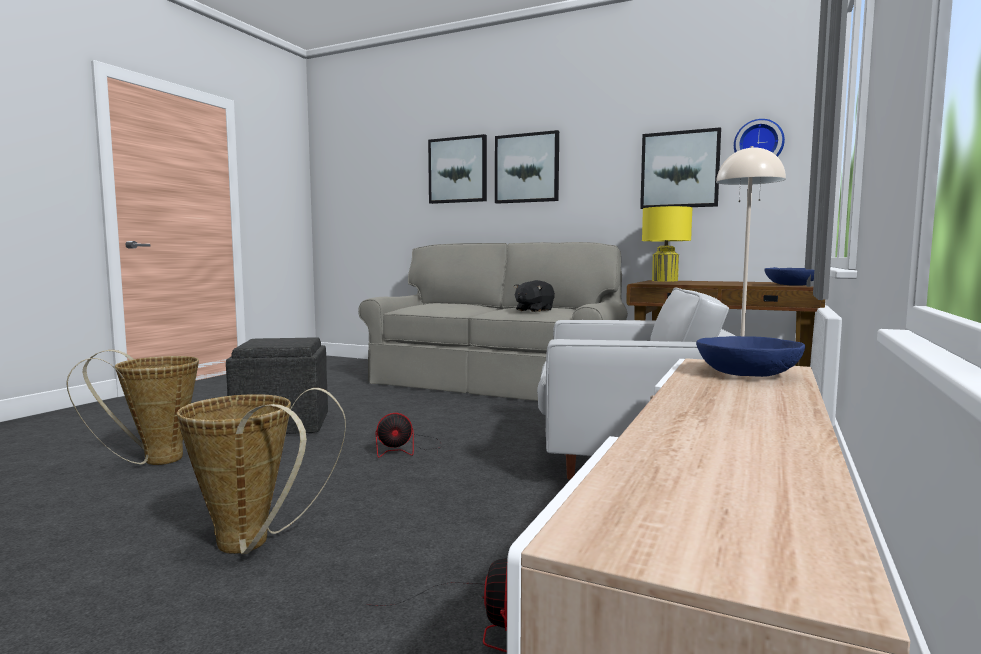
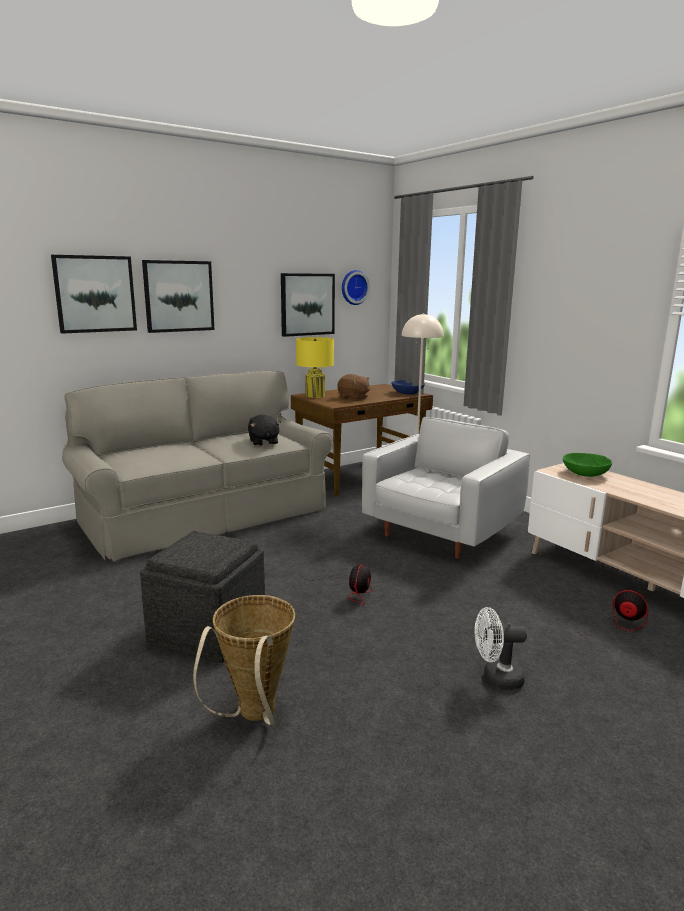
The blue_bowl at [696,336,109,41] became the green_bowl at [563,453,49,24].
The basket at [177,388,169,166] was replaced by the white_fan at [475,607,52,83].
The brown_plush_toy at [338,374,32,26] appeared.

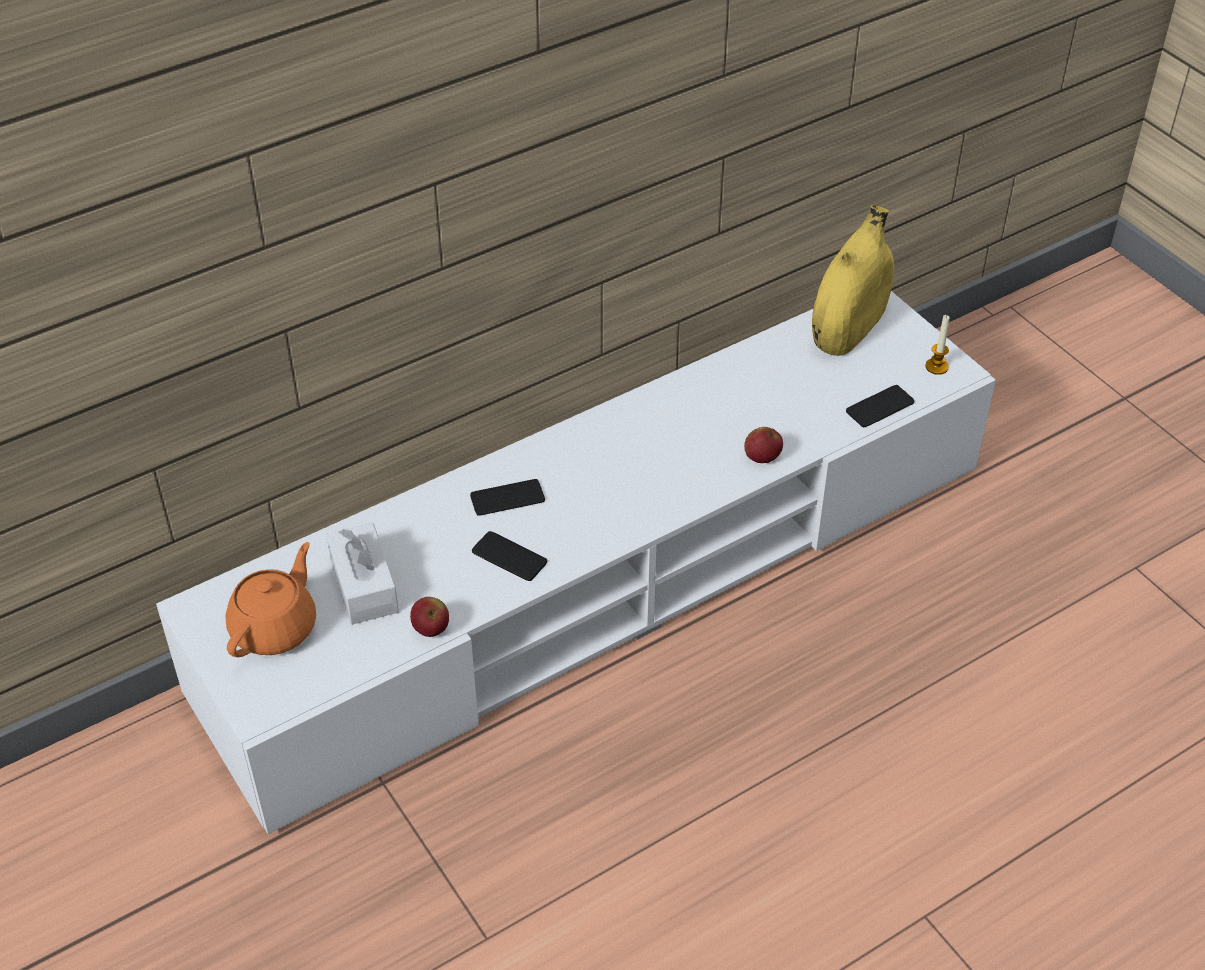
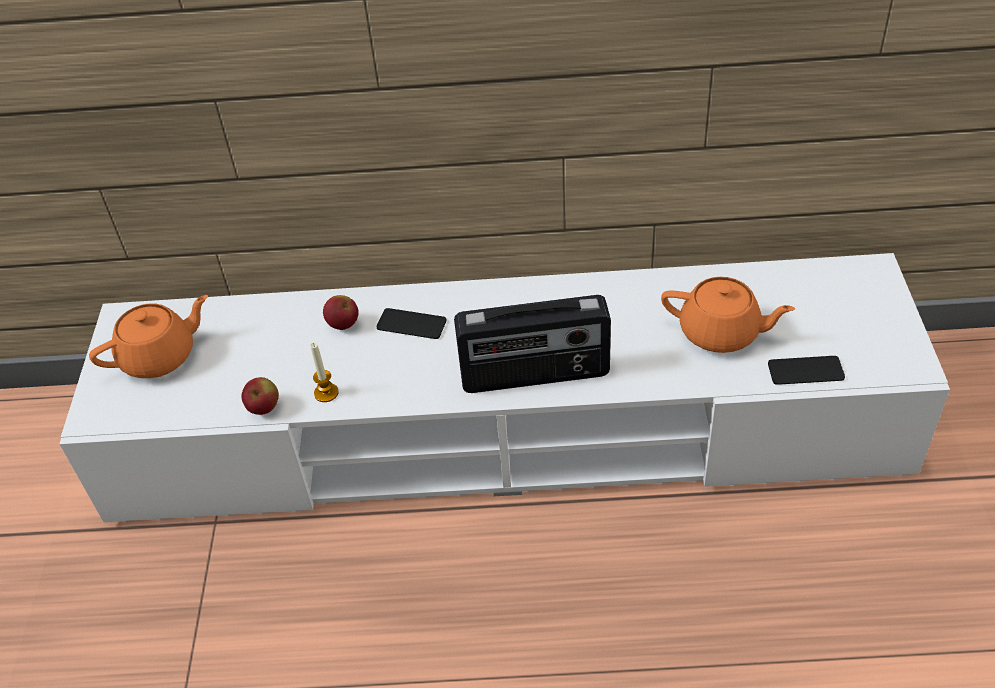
The yellow_vase at [812,206,82,150] disappeared.
The candle moved from [925,315,25,60] to [310,342,29,60].
The apple moved from [744,427,39,36] to [323,295,36,35].
The white_tissue_box at [326,522,73,103] disappeared.
The phone at [472,531,75,50] disappeared.
The orange_teapot at [661,277,134,76] appeared.
The radio at [454,295,157,98] appeared.

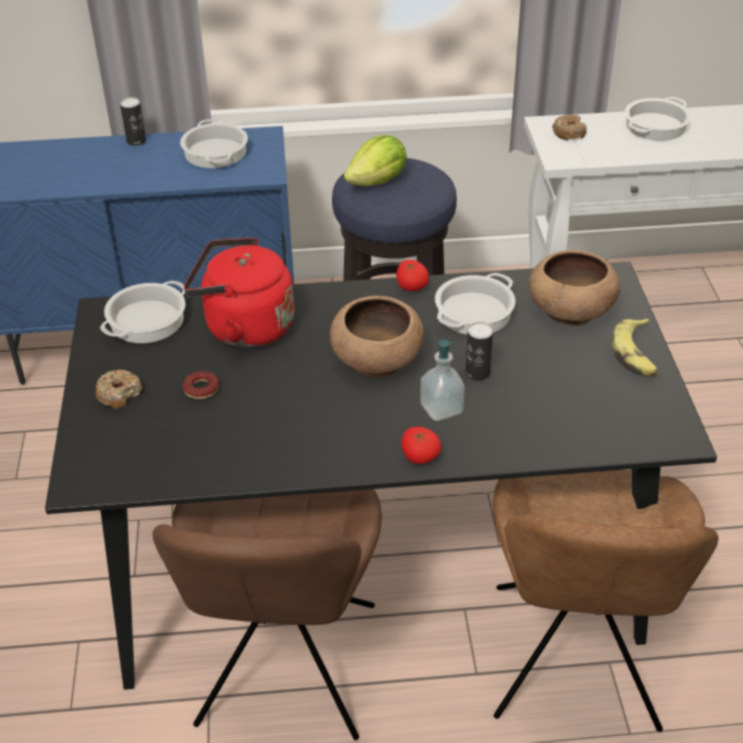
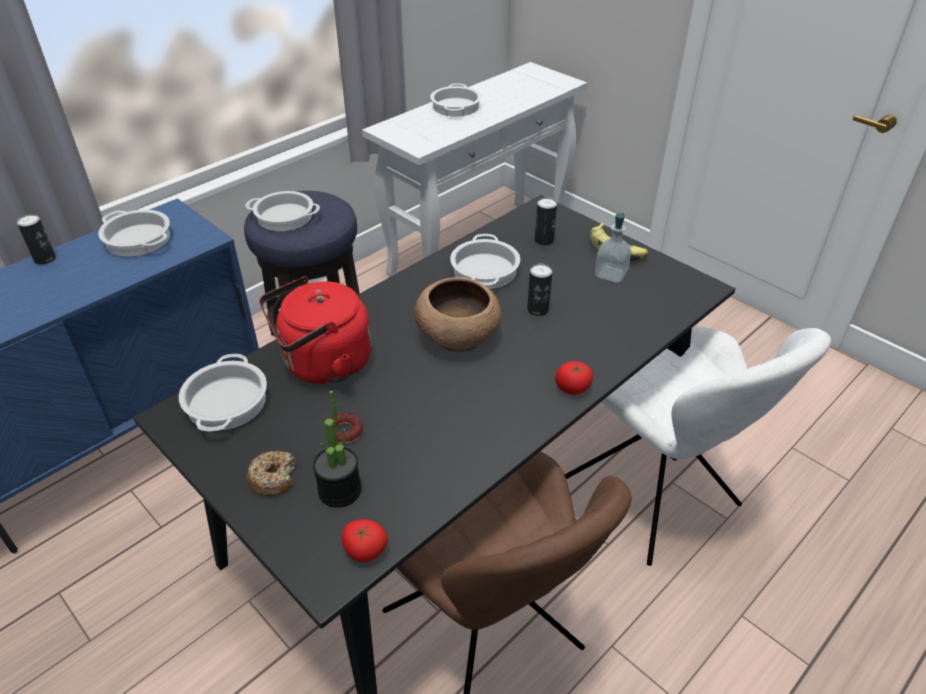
The donut at [552,114,35,26] disappeared.
The lettuce at [344,135,63,51] was replaced by the cooking_pot at [245,191,75,40].
The brown_bowl at [529,250,91,76] was replaced by the can at [535,197,22,49].
The tomato moved from [396,260,33,31] to [341,519,47,43].
The soap_dispenser moved from [420,340,45,81] to [595,213,36,70].
The brown_chair at [493,470,225,262] became the white_chair at [565,326,266,240].
The potted_plant at [313,391,49,117] appeared.

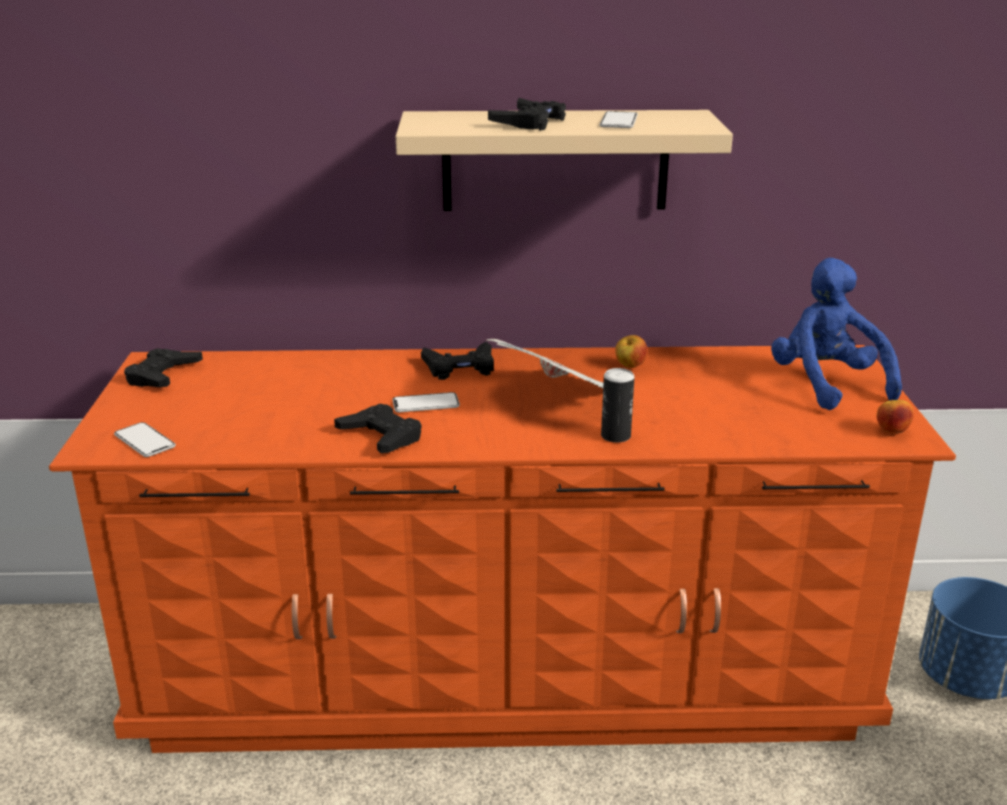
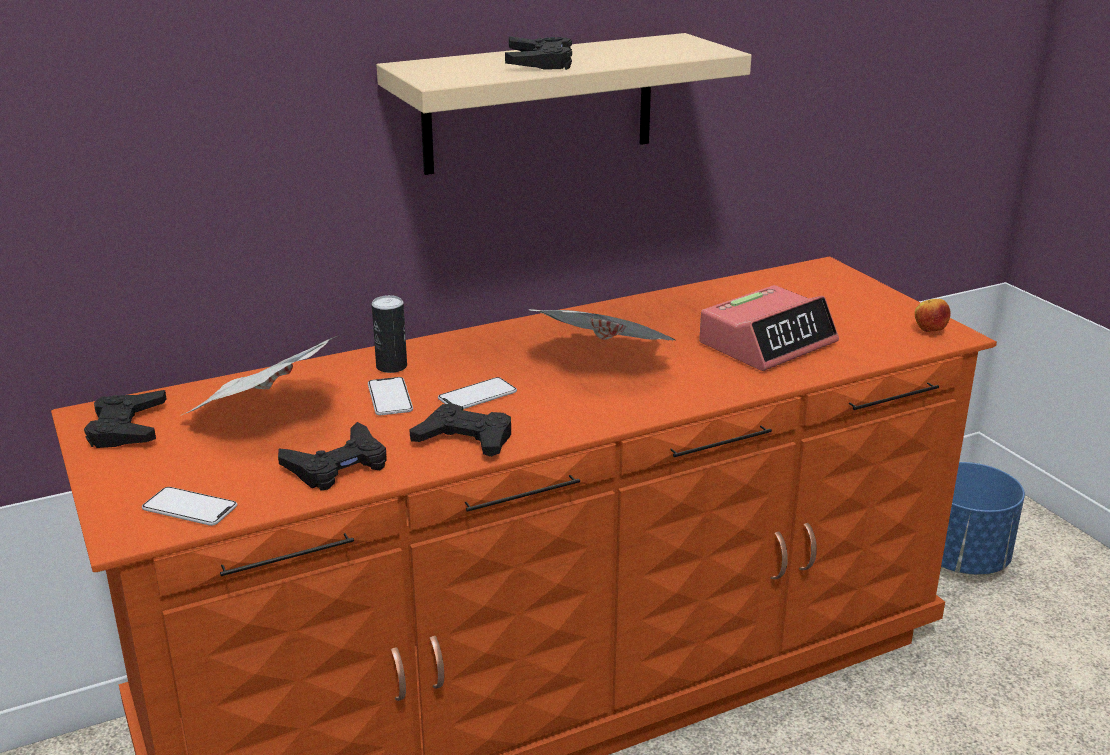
The phone moved from [600,111,38,17] to [368,377,45,38].
The blue_plush_toy at [771,258,131,152] disappeared.
The apple at [615,335,32,33] disappeared.
The black_game_controller moved from [421,342,73,38] to [278,422,109,69].
The can moved from [601,368,33,75] to [372,295,35,78].
The alarm_clock at [699,285,140,86] appeared.
The newspaper at [180,335,159,81] appeared.

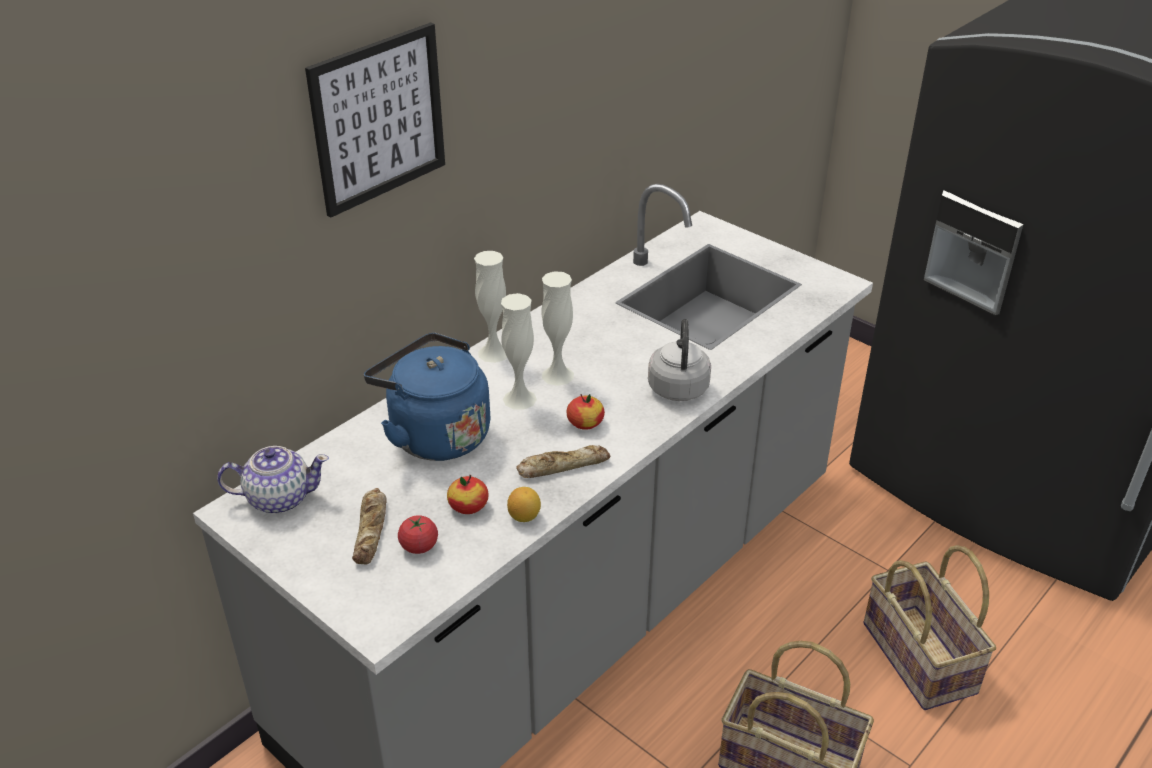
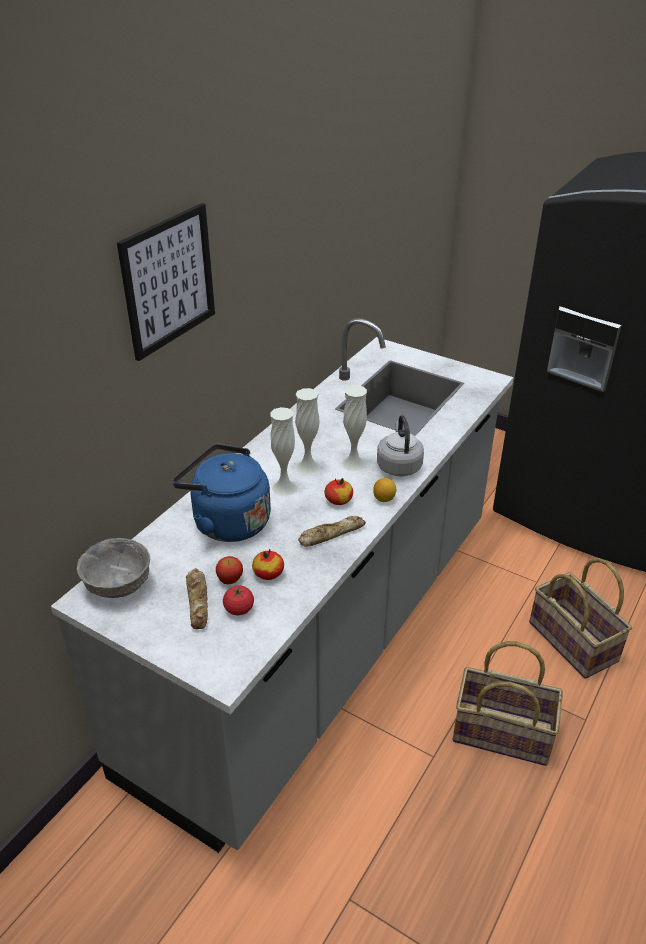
The white_vase moved from [474,251,33,112] to [341,385,26,86].
The teapot at [217,446,112,68] was replaced by the grey_bowl at [77,538,73,60].
The lemon moved from [507,487,34,35] to [373,478,23,24].
The apple at [216,556,27,28] appeared.

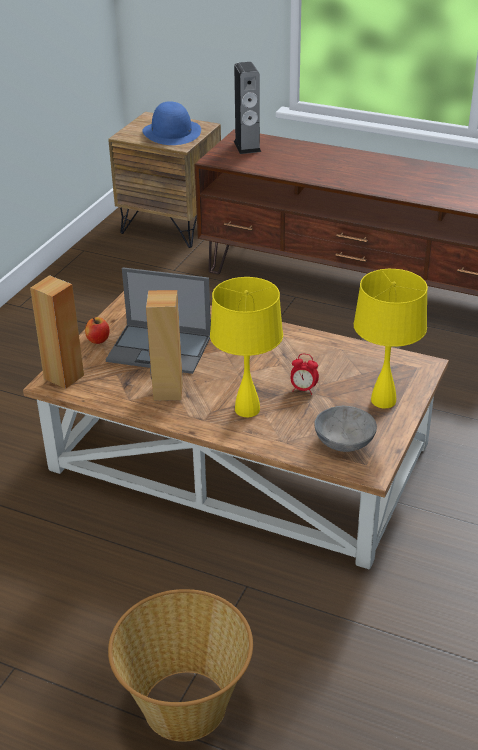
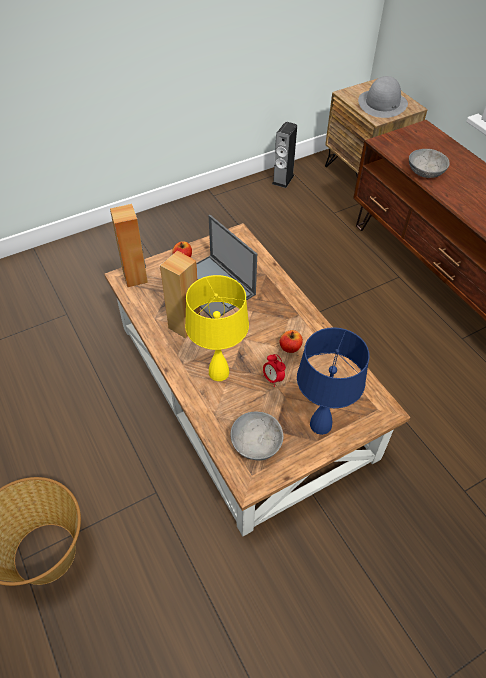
The speaker moved from [234,62,27,92] to [272,122,25,66].
The blue_hat at [142,101,59,44] became the grey_hat at [358,76,50,42].
The yellow_table_lamp at [354,269,74,140] became the blue_table_lamp at [297,327,73,108].
The grey_bowl at [409,149,41,29] appeared.
The apple at [280,330,23,23] appeared.

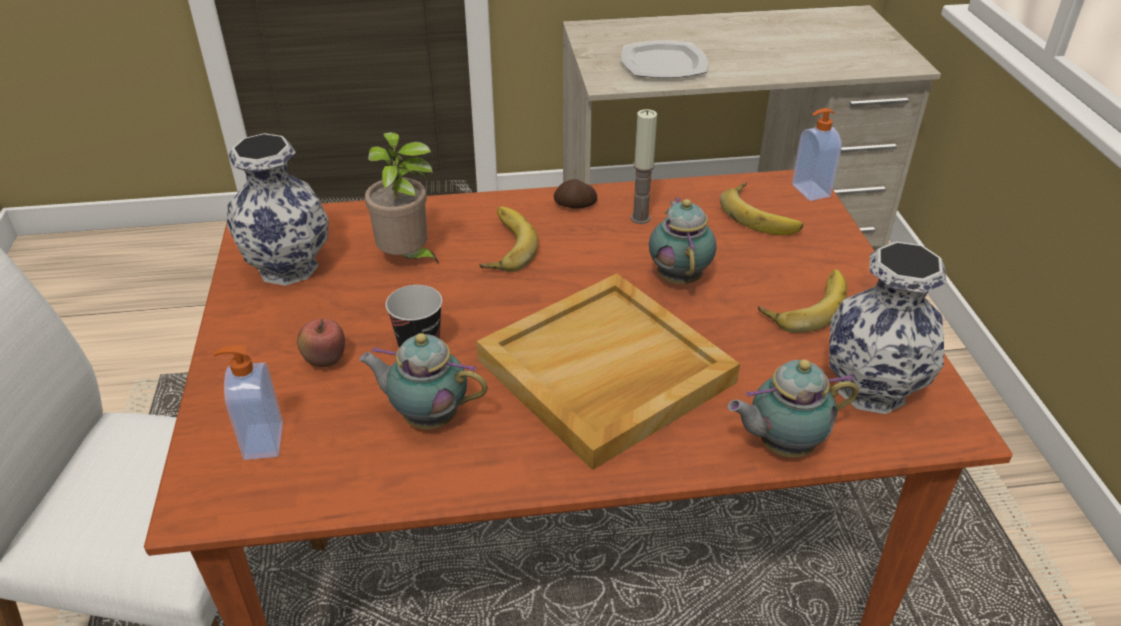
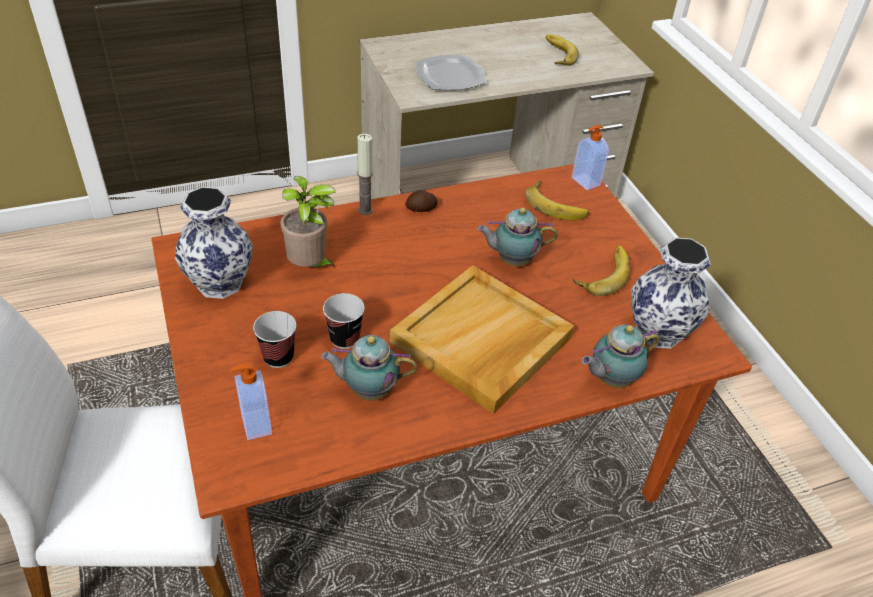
The candle moved from [631,109,26,115] to [357,134,16,81].
The teapot at [649,197,67,87] turned 75 degrees counterclockwise.
The banana moved from [480,207,58,65] to [546,34,33,32].
The apple at [297,319,48,48] was replaced by the cup at [253,311,43,57].

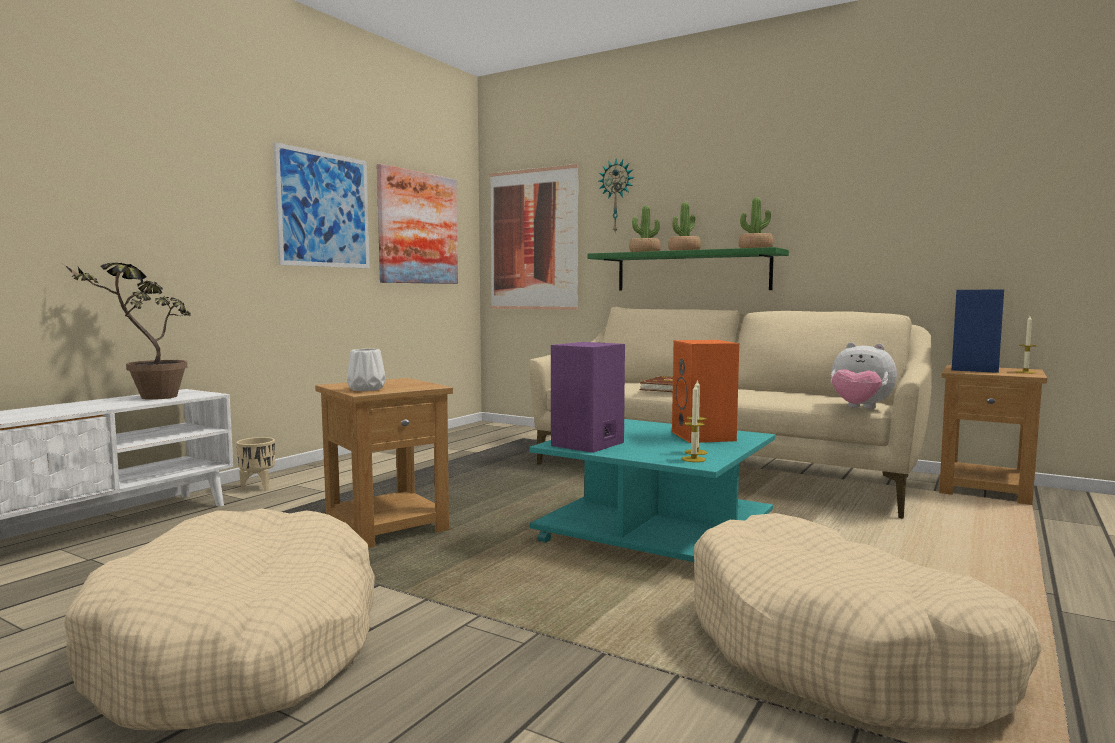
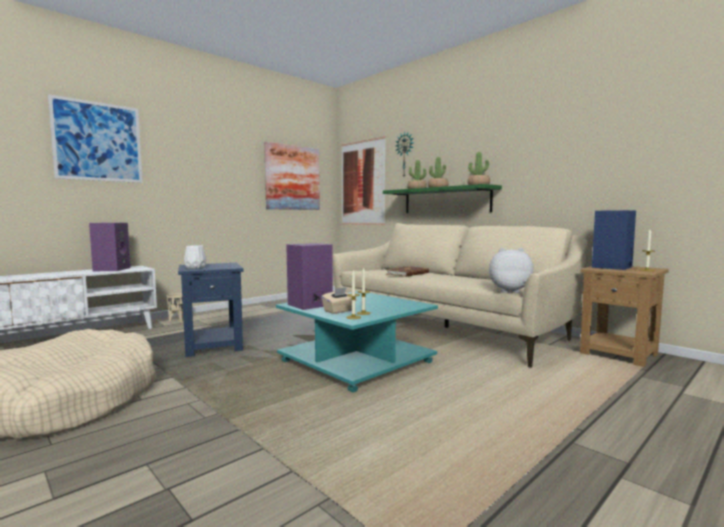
The picture moved from [273,142,97,126] to [48,94,95,89].
The potted_plant at [63,263,128,137] was replaced by the purple_speaker at [89,223,42,48].
The orange_speaker at [672,340,67,103] disappeared.
The plush_toy at [831,342,66,67] turned 135 degrees clockwise.
The brown_side_table at [315,378,138,170] became the blue_side_table at [178,263,66,94].
The beige_dog_bed at [694,513,347,216] disappeared.
The beige_tissue_box at [321,287,36,27] appeared.

